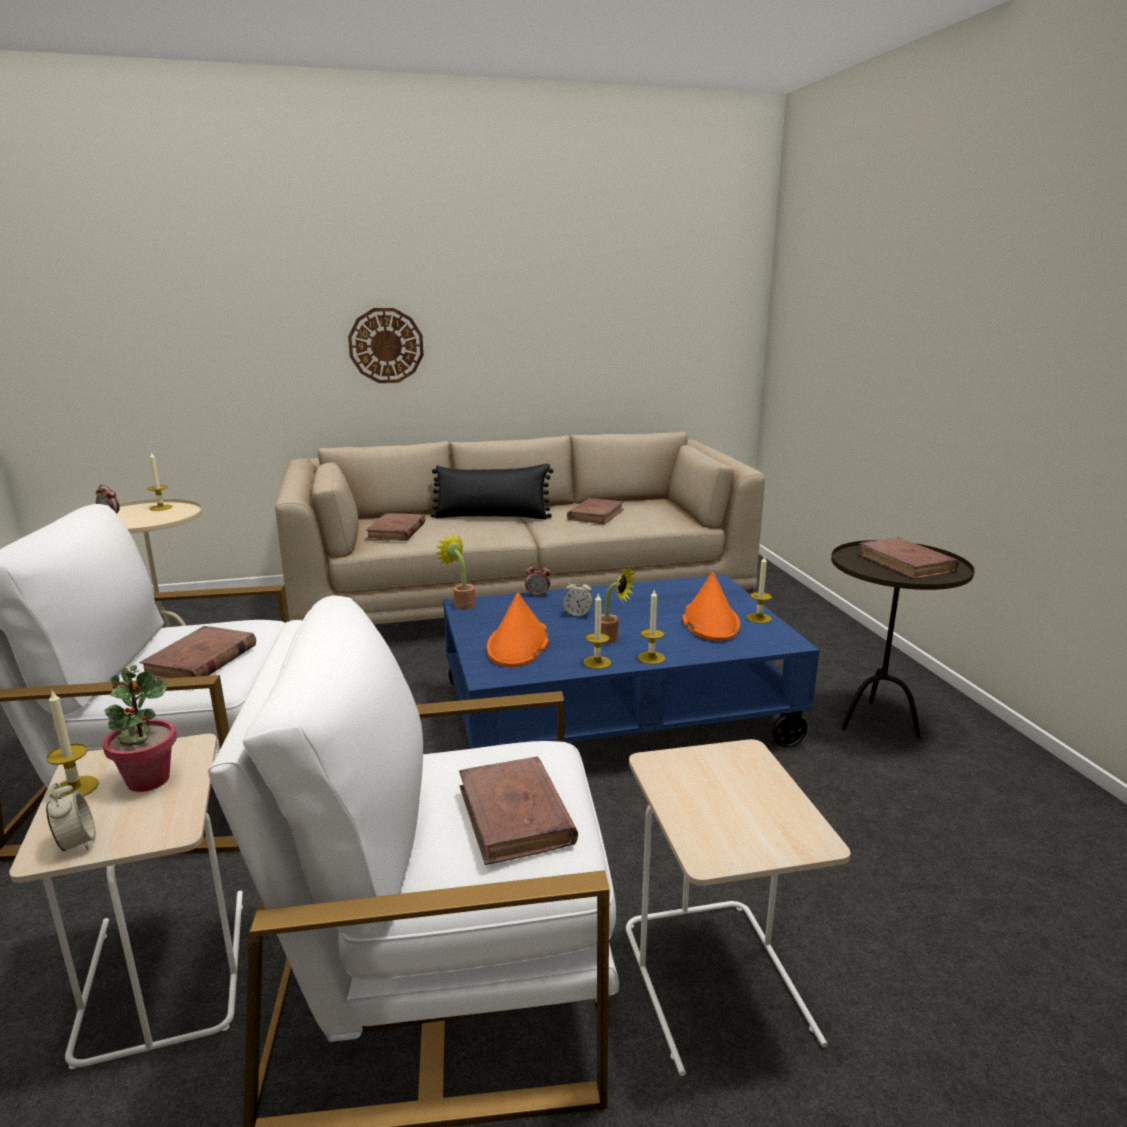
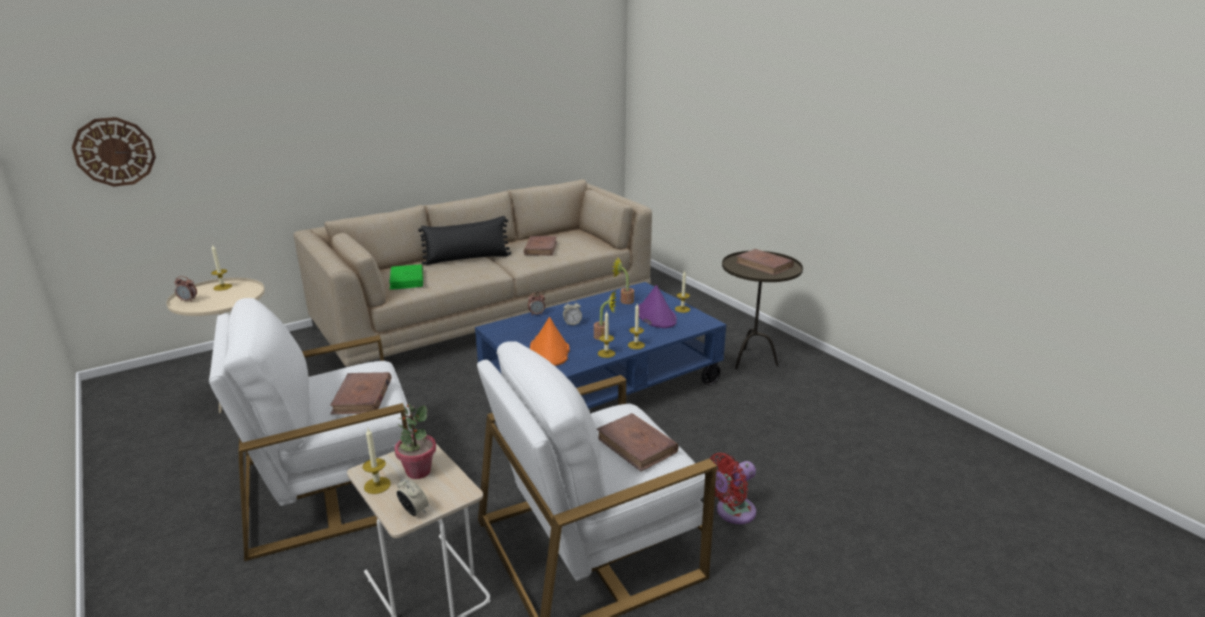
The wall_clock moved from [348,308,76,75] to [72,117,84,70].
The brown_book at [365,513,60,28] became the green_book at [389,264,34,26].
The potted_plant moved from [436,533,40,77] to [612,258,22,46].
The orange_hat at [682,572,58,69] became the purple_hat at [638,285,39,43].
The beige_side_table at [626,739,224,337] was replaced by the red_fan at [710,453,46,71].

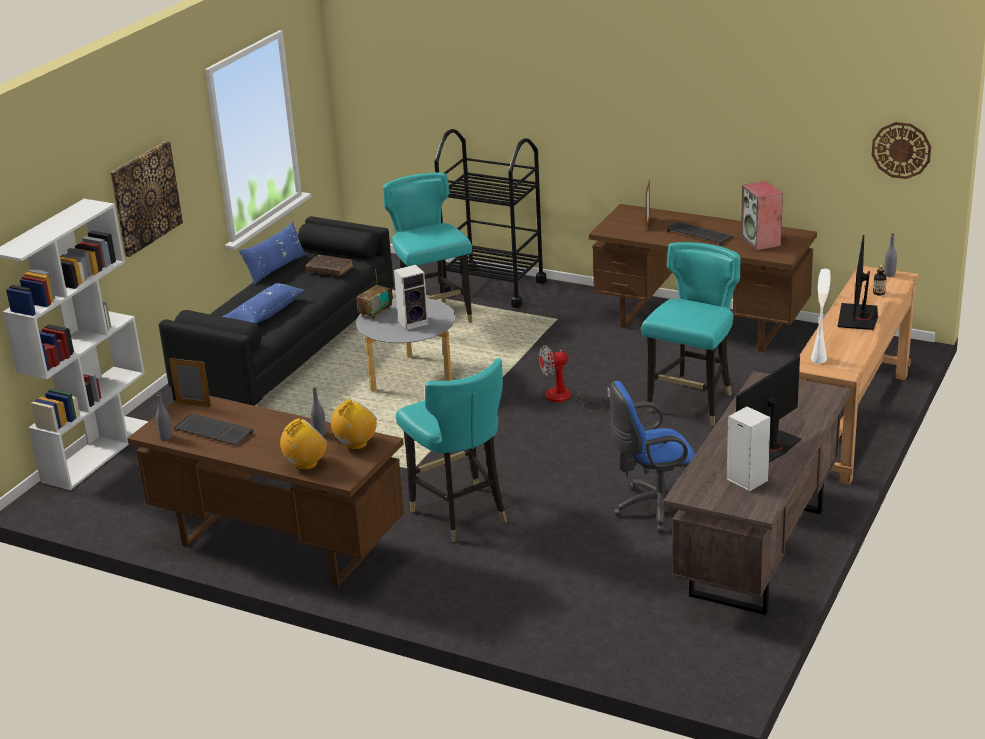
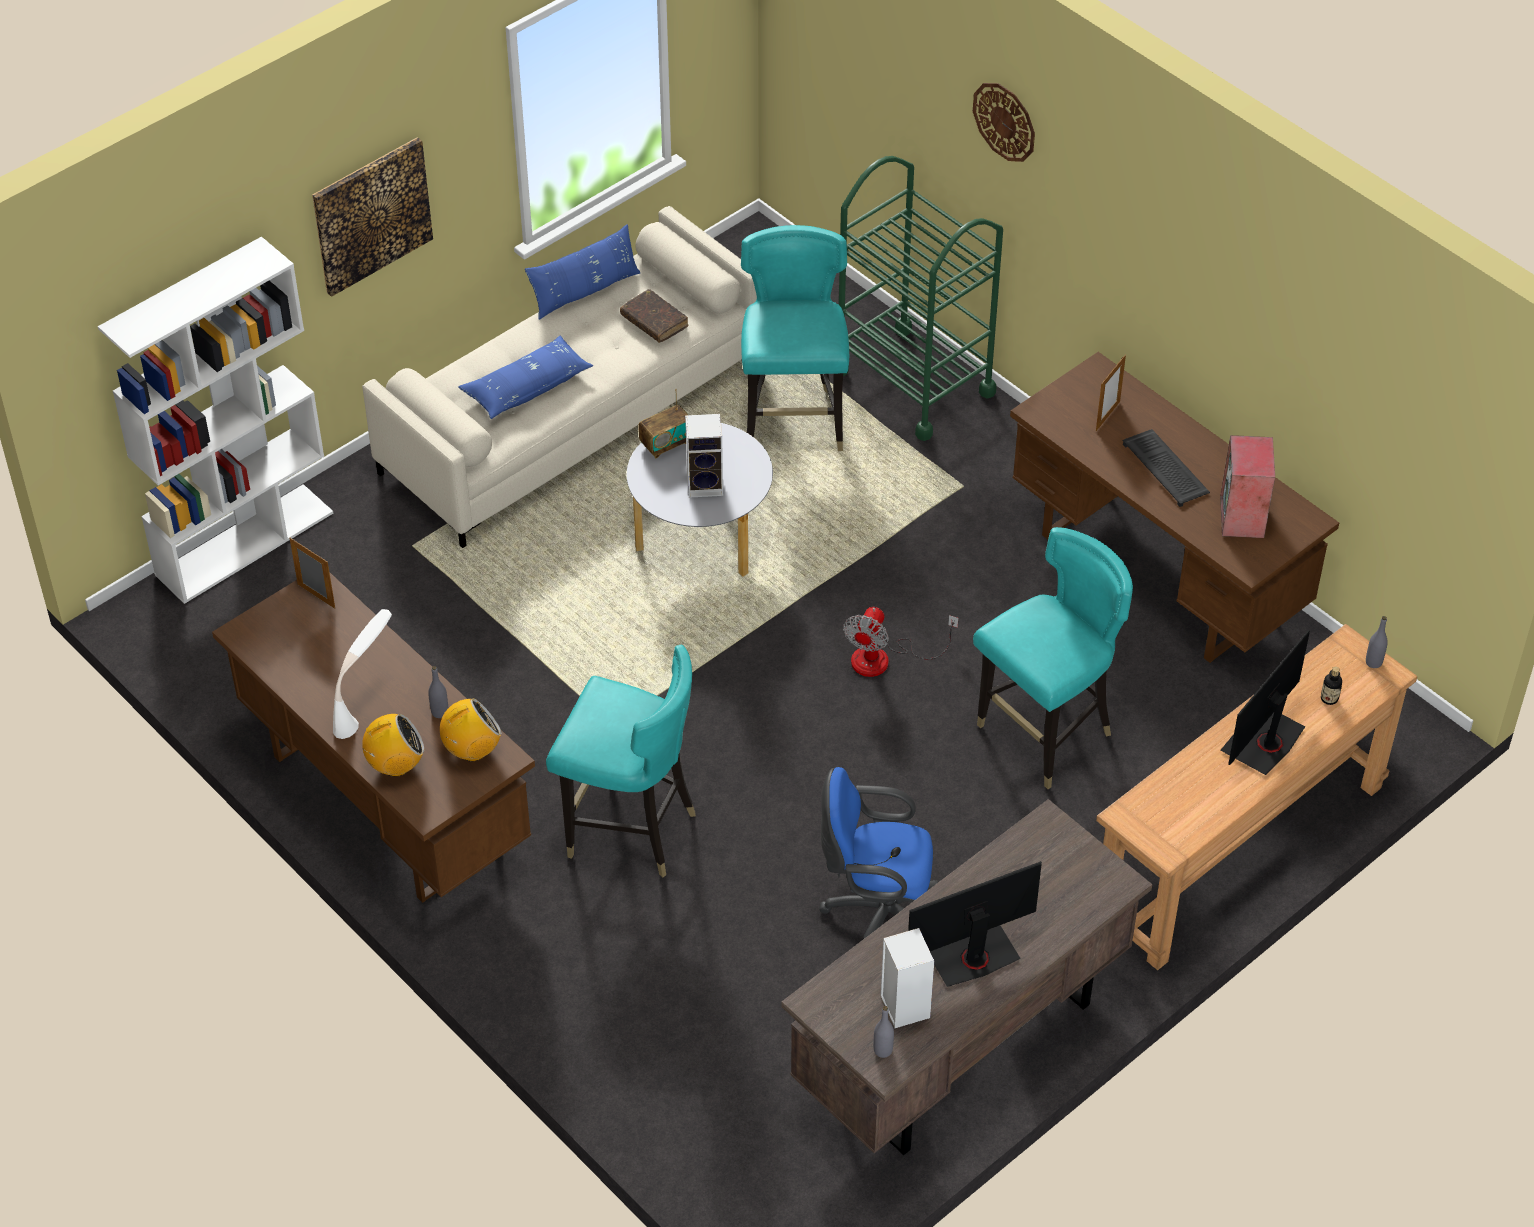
The wall_clock moved from [872,122,59,57] to [973,83,62,79].
The black_cart at [434,129,113,179] became the green_cart at [839,156,164,285].
The black_sofa at [159,216,235,190] became the beige_sofa at [362,206,395,342].
The white_table_lamp moved from [811,268,20,96] to [333,609,59,130].
The fan at [539,345,71,67] turned 75 degrees counterclockwise.
The turquoise_chair at [396,358,111,184] turned 60 degrees counterclockwise.
The grey_bottle moved from [156,392,16,48] to [874,1006,20,52].
The keyboard at [173,413,81,32] disappeared.

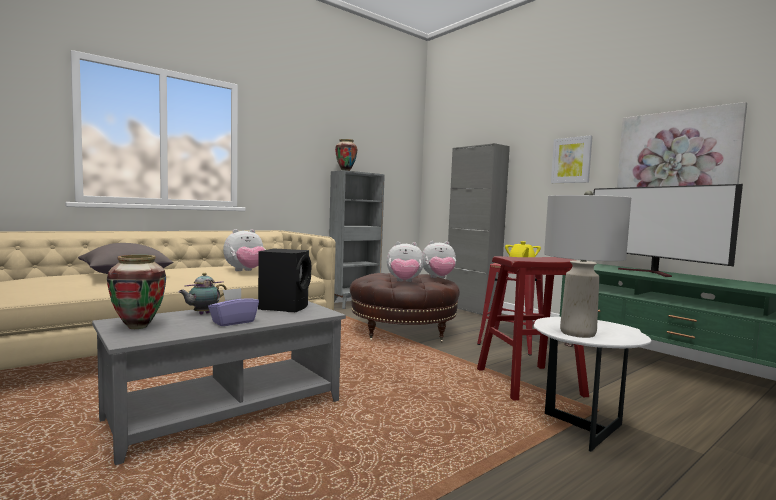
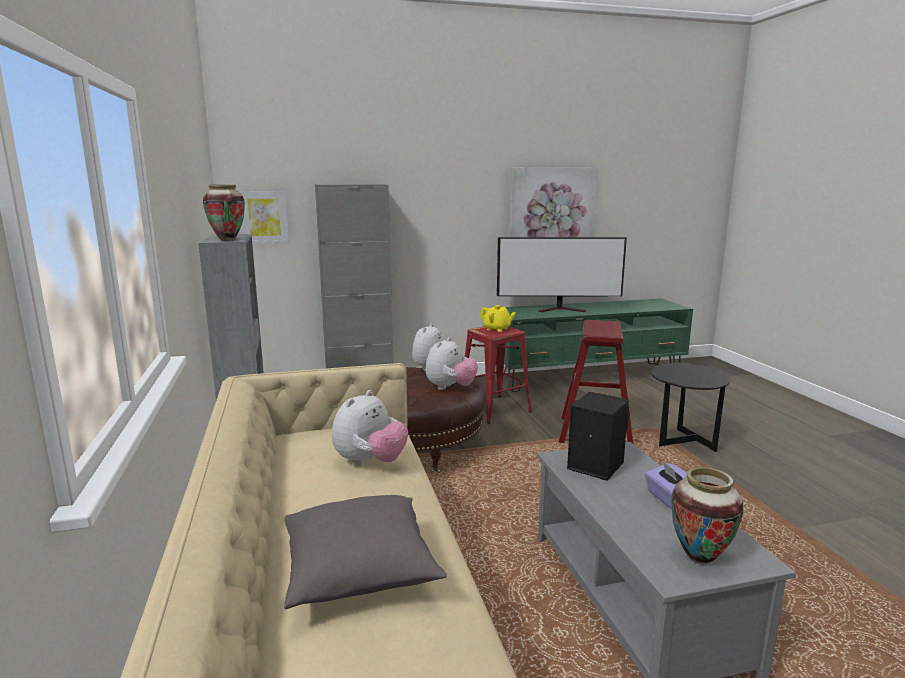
The picture moved from [551,135,42,48] to [238,191,51,53].
The grey_table_lamp at [544,191,87,147] disappeared.
The plush_toy at [223,229,43,42] turned 45 degrees clockwise.
The teapot at [178,273,49,41] disappeared.
The white_side_table at [534,317,117,135] became the black_side_table at [651,363,80,89].

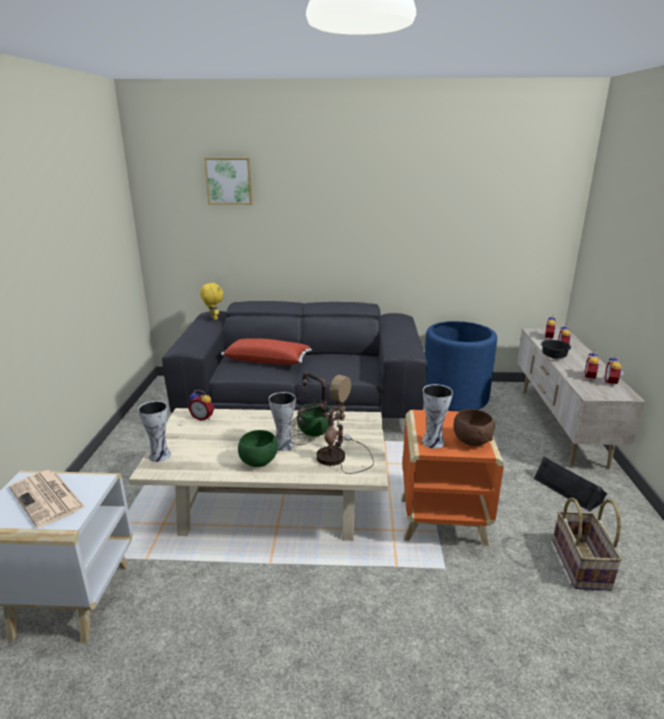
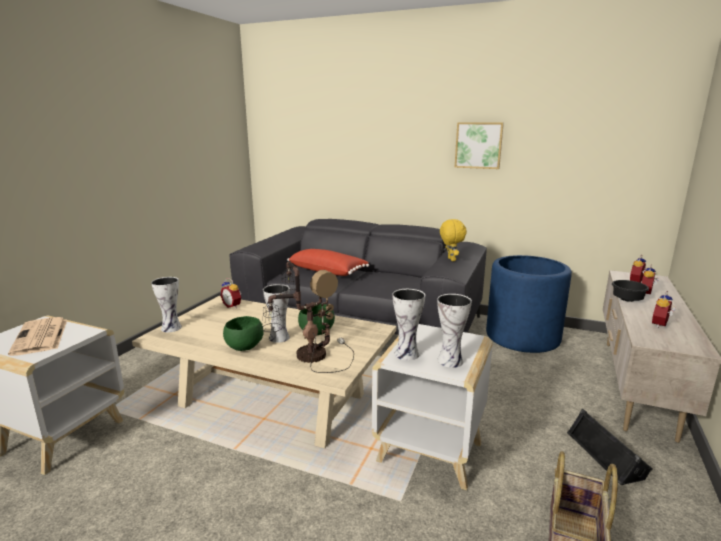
The picture moved from [204,158,48,47] to [455,122,49,47].
The yellow_plush_toy moved from [200,283,23,37] to [440,219,27,42].
The alarm_clock at [605,354,19,32] disappeared.
The brown_bowl at [453,409,42,37] was replaced by the vase at [437,294,35,74].
The orange_side_table at [401,410,103,136] became the white_side_table at [372,324,121,166].

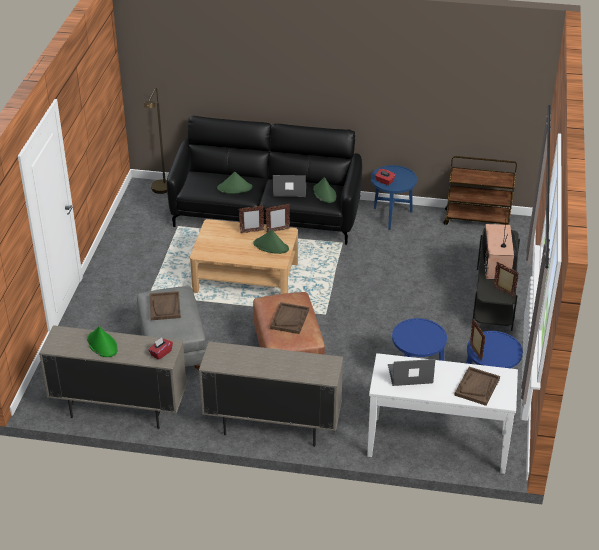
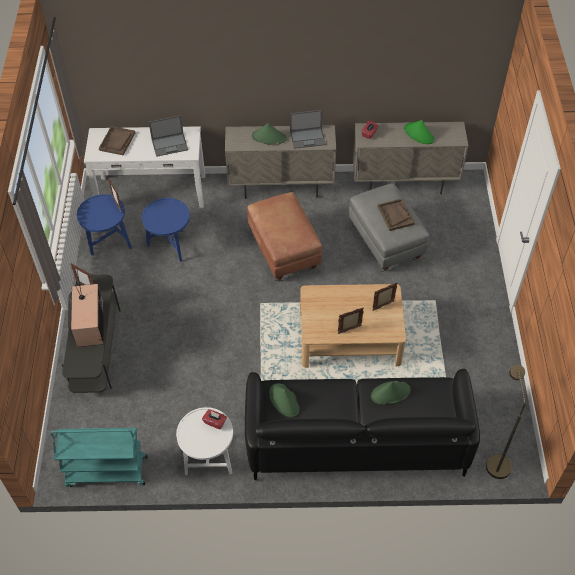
The brown_cart at [443,156,74,69] became the turquoise_cart at [51,428,96,59].
The blue_side_table at [371,165,46,65] became the white_side_table at [176,407,57,68].
The laptop moved from [273,175,33,22] to [290,110,36,39].
The picture_frame moved from [265,204,25,28] to [372,283,25,28].
The green_hat moved from [254,230,35,24] to [252,123,34,22].
The brown_tray at [270,302,39,32] disappeared.

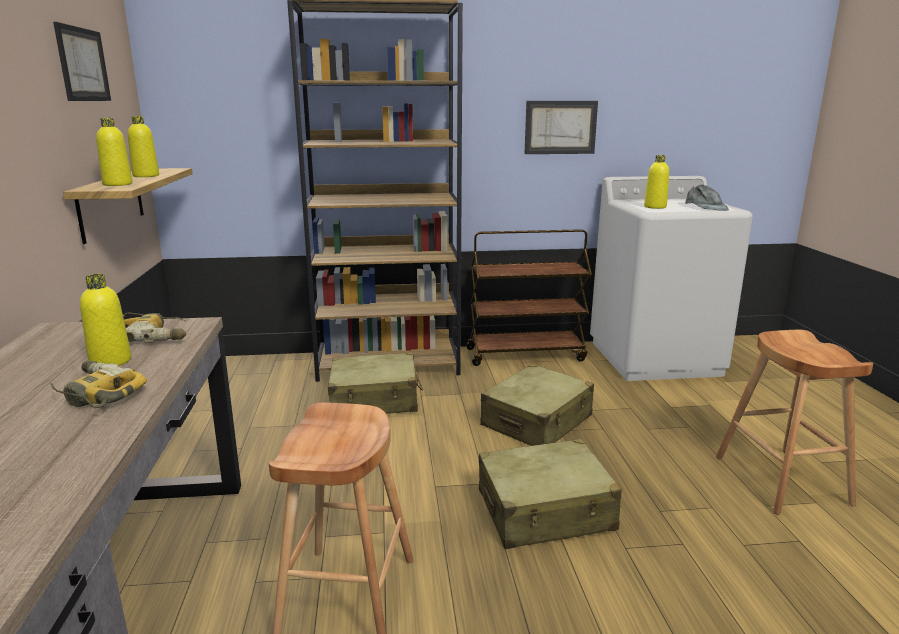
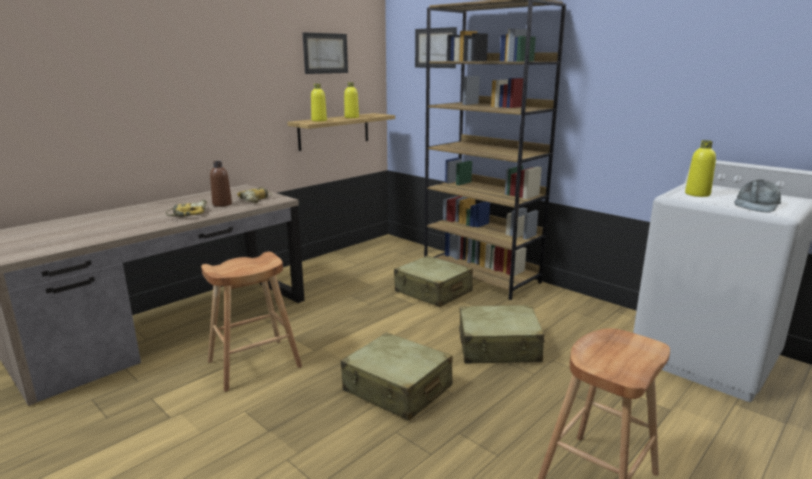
The picture moved from [525,101,73,53] to [415,27,42,41].
The brown_cart at [466,229,126,137] disappeared.
The yellow_bottle at [80,274,51,92] became the brown_bottle at [210,161,22,46].

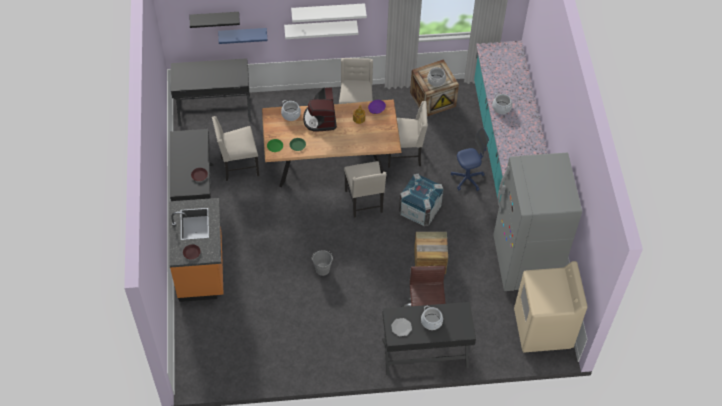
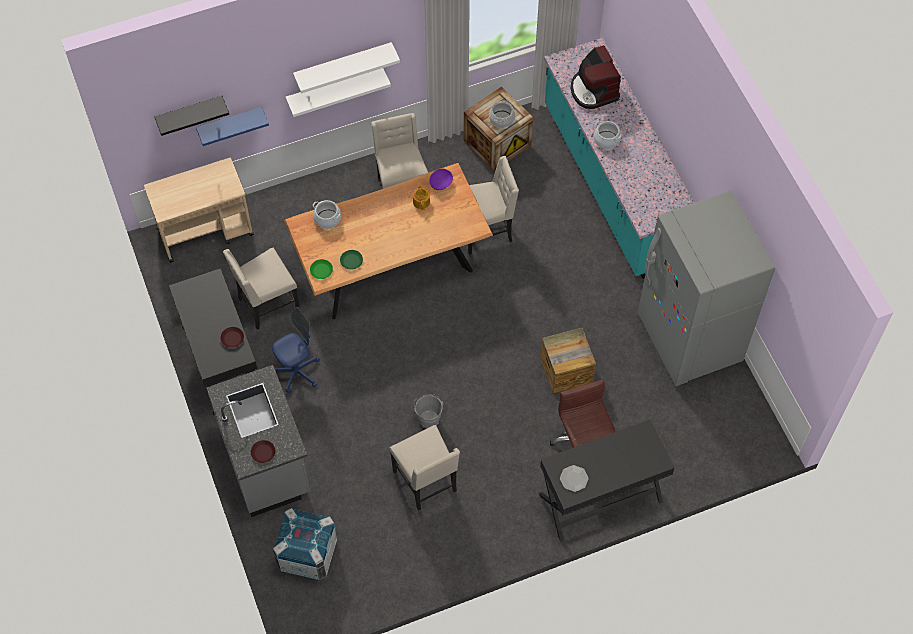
The black_desk at [171,58,80,68] was replaced by the beige_cart at [144,158,110,105].
The coffee_machine moved from [303,87,34,45] to [570,45,51,64].
The blue_office_chair moved from [451,128,38,63] to [272,307,48,86].
The beige_chair moved from [344,161,43,57] to [389,425,71,86].
The crate moved from [399,174,45,52] to [273,508,64,72].
The orange_counter at [169,198,55,104] became the grey_counter at [207,365,103,152].
The beige_washing_machine at [514,261,74,91] disappeared.
The cooking_pot at [421,306,22,24] disappeared.

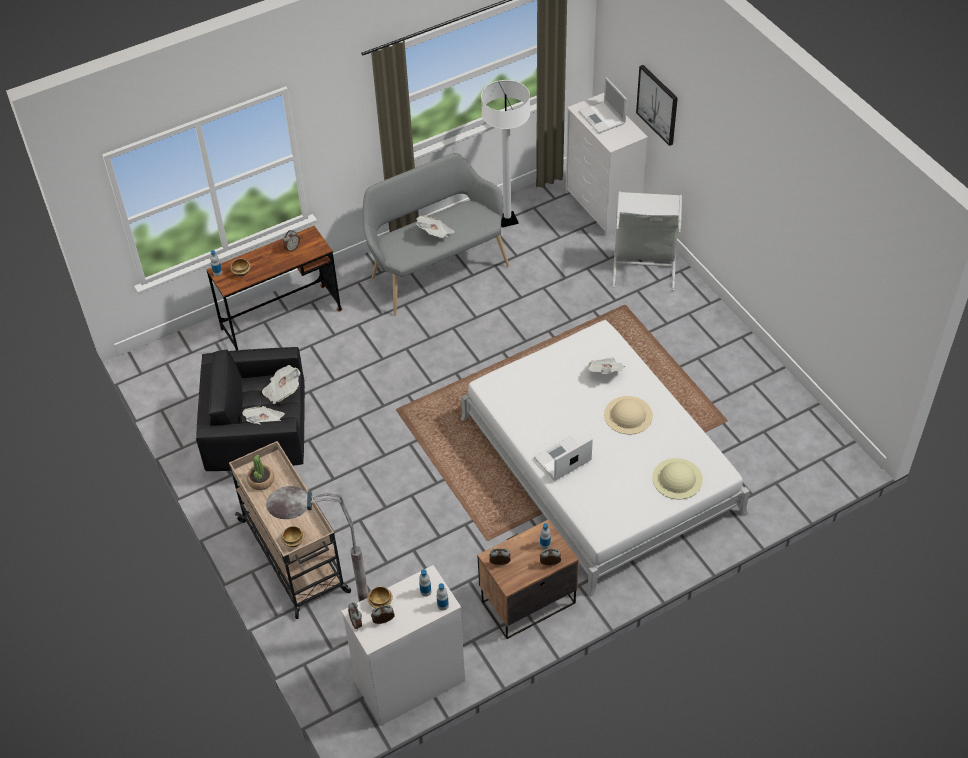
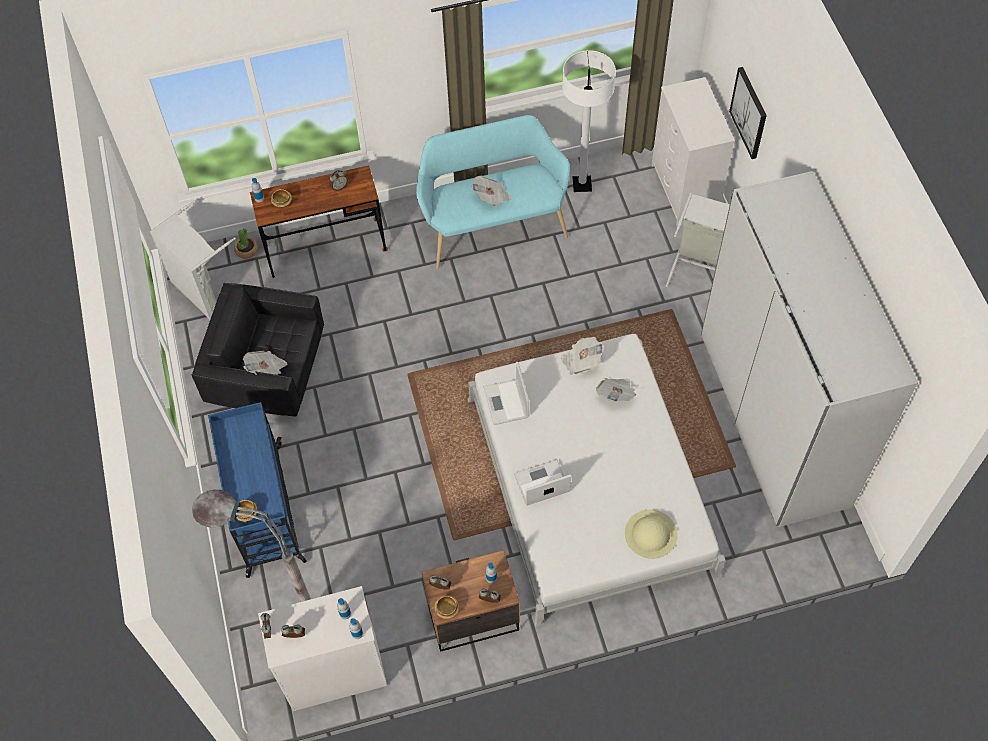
The laptop moved from [579,77,48,57] to [483,362,46,63].
The grey_bench at [363,153,146,163] became the turquoise_bench at [416,115,154,154].
The newspaper moved from [262,365,39,39] to [561,337,43,38].
The beige_hat at [604,396,49,39] disappeared.
The beige_cart at [229,441,122,178] became the blue_cart at [208,402,99,176].
The potted_plant moved from [247,455,27,35] to [234,228,24,31].
The bowl moved from [367,586,26,22] to [434,596,25,23].
The white_wardrobe at [701,171,217,356] appeared.
The grey_laundry_basket at [150,200,86,120] appeared.

